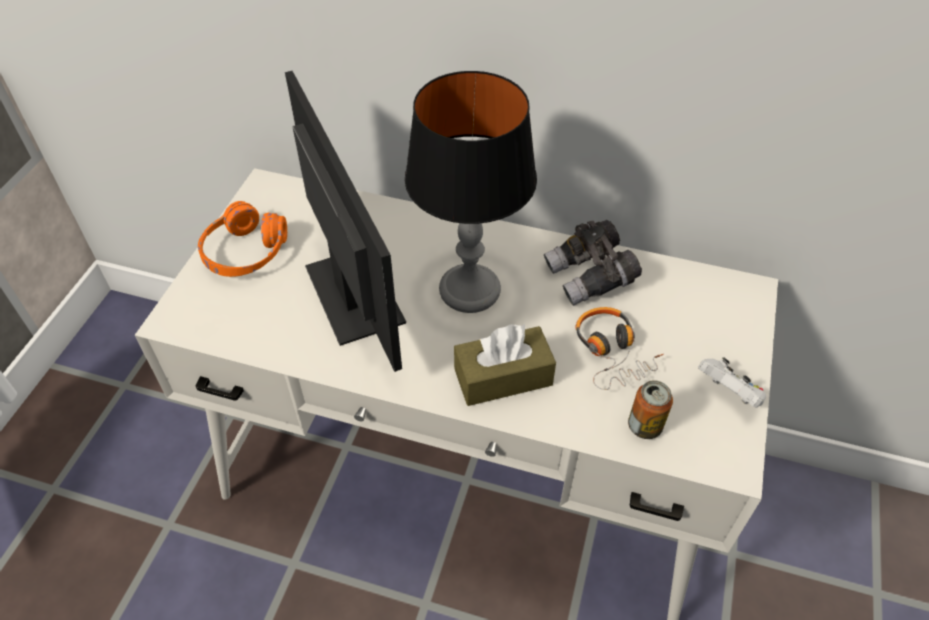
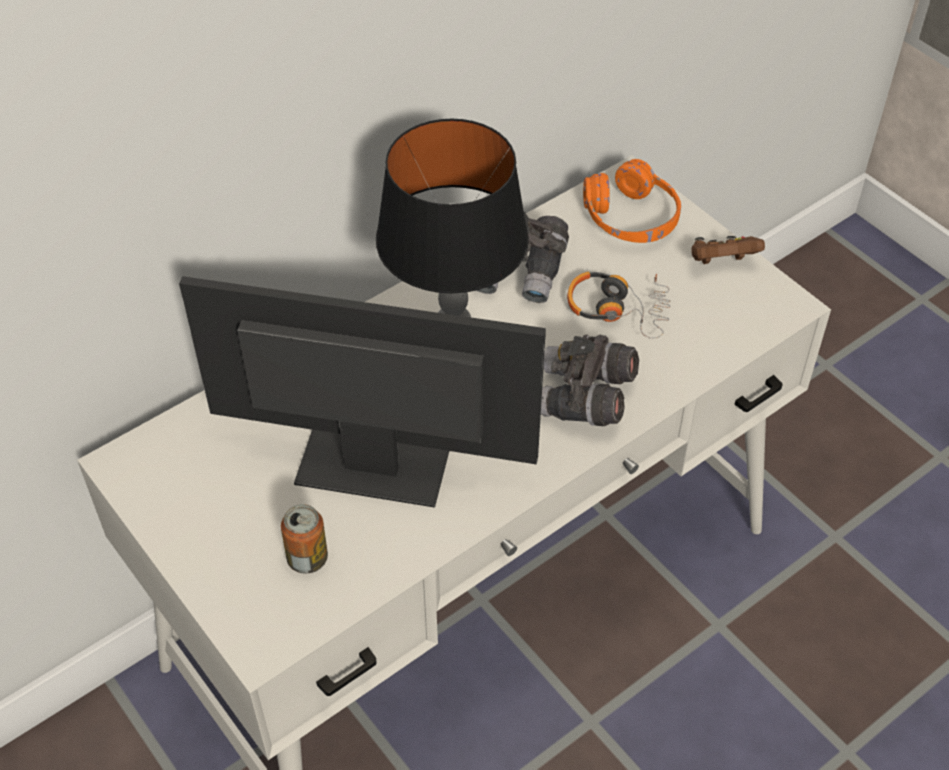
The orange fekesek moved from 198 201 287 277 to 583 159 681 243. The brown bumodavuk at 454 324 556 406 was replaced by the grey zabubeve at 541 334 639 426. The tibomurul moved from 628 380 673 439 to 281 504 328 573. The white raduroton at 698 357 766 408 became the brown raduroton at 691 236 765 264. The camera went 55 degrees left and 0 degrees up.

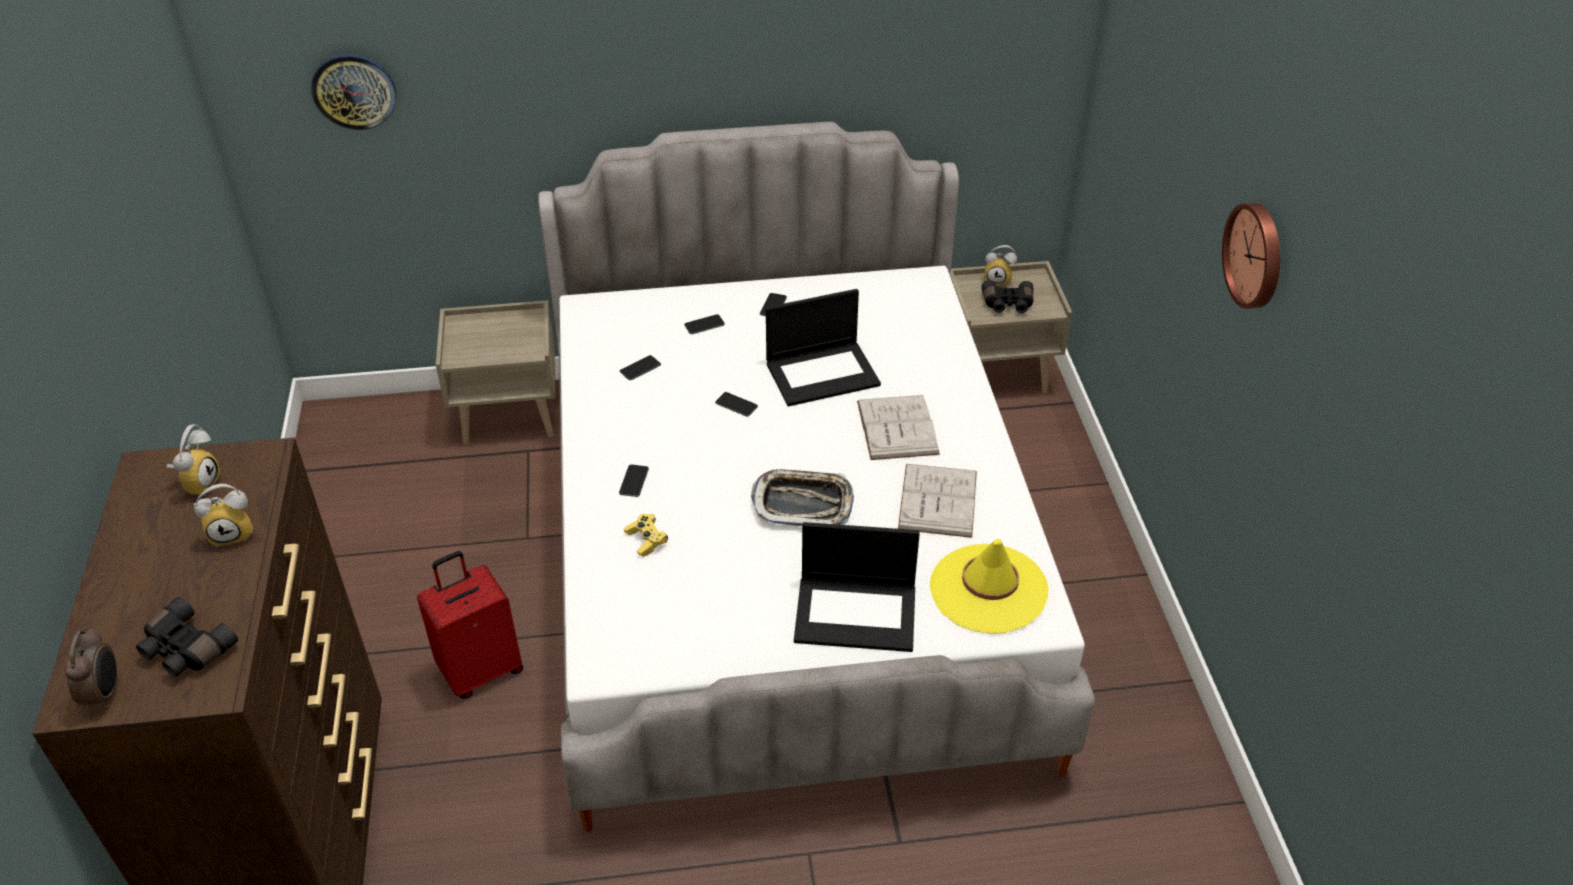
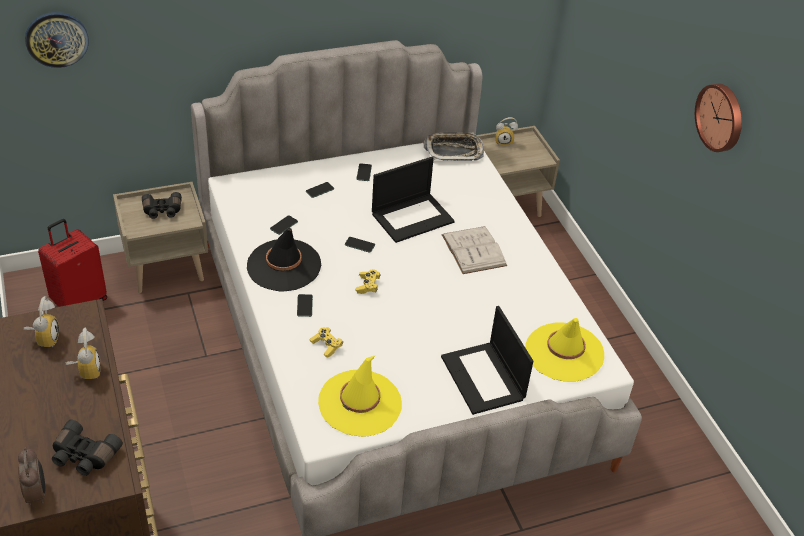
The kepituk at 194 484 254 548 turned 75 degrees counterclockwise. The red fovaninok moved from 417 551 523 699 to 38 219 107 307. The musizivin moved from 751 469 854 526 to 423 133 484 161. The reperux at 794 522 920 652 turned 75 degrees clockwise. The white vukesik at 898 464 977 538 disappeared. The black zabubeve moved from 981 280 1033 313 to 142 192 182 219. The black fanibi at 247 228 321 292 appeared. The yellow fanibi at 318 355 402 437 appeared. The yellow raduroton at 355 269 381 294 appeared. The camera went 15 degrees left and 0 degrees up.

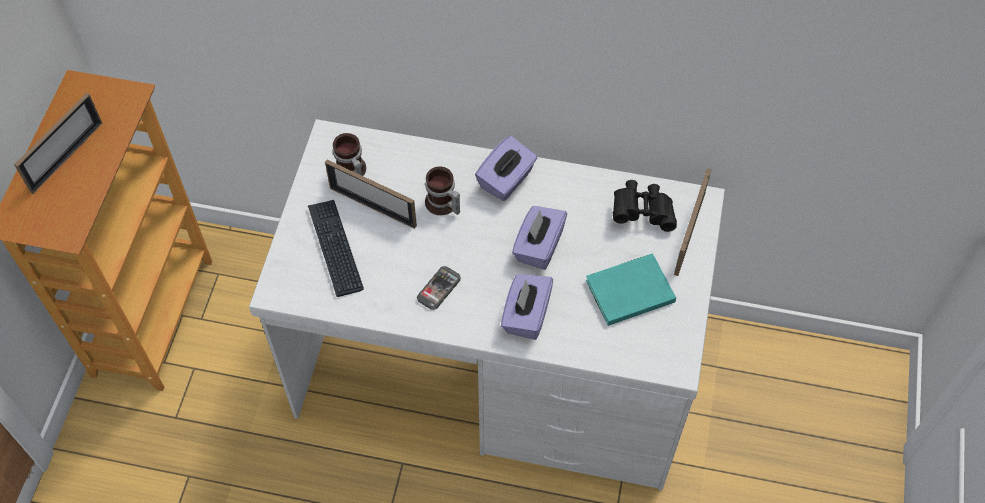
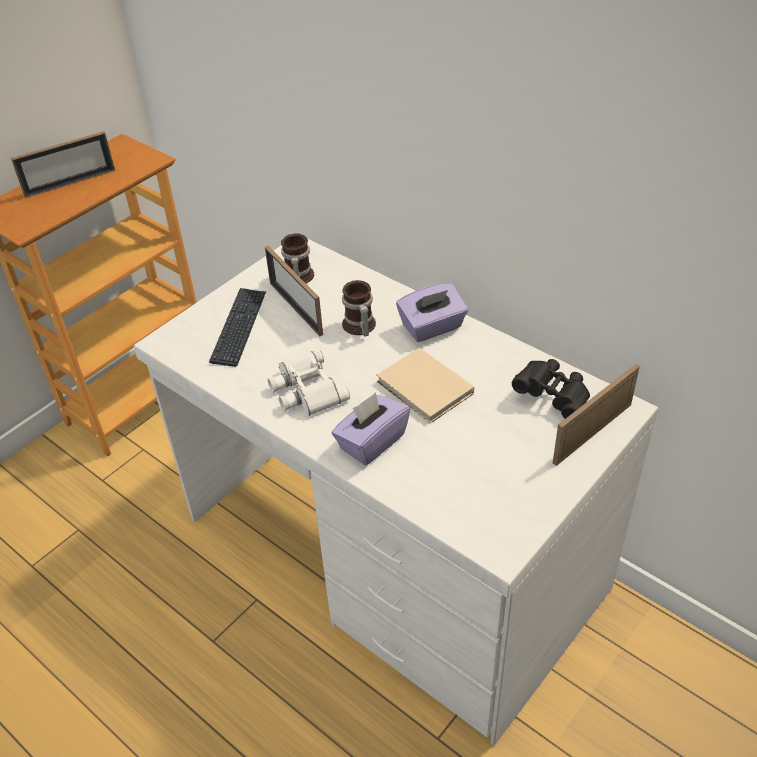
The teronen at 417 266 461 310 was replaced by the white zabubeve at 268 350 350 416. The purple bumodavuk at 512 206 567 270 was replaced by the beige vukesik at 376 348 474 424. The turquoise vukesik at 586 253 676 326 disappeared. The camera went 30 degrees right and 15 degrees down.

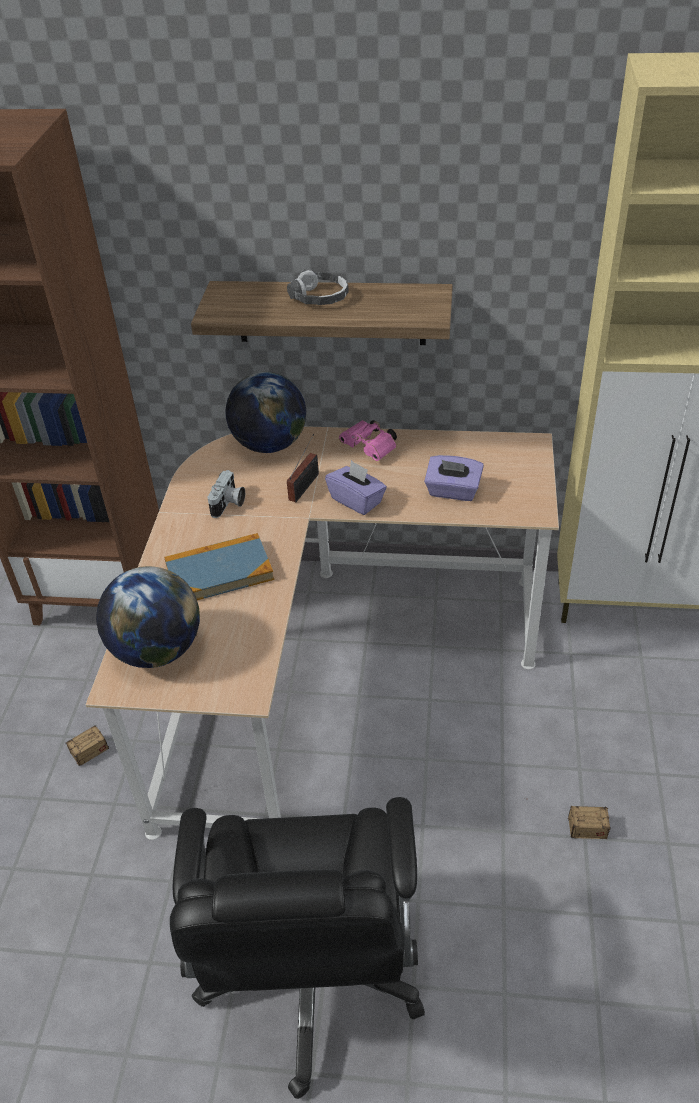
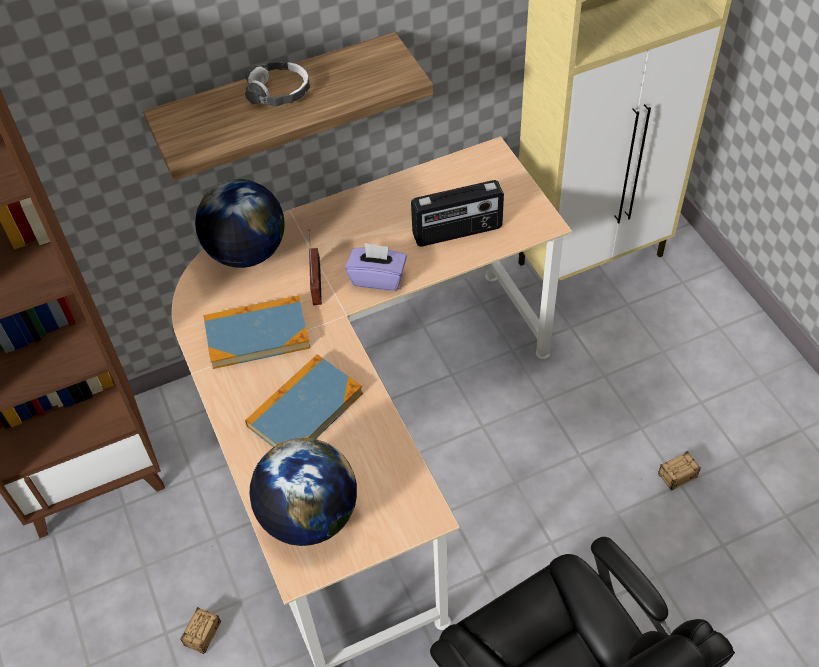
The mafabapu at 208 470 245 518 was replaced by the vukesik at 203 295 310 369. The pink zabubeve at 339 420 397 461 disappeared. The purple bumodavuk at 424 455 484 501 was replaced by the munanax at 411 180 504 247. The camera went 30 degrees left and 10 degrees up.

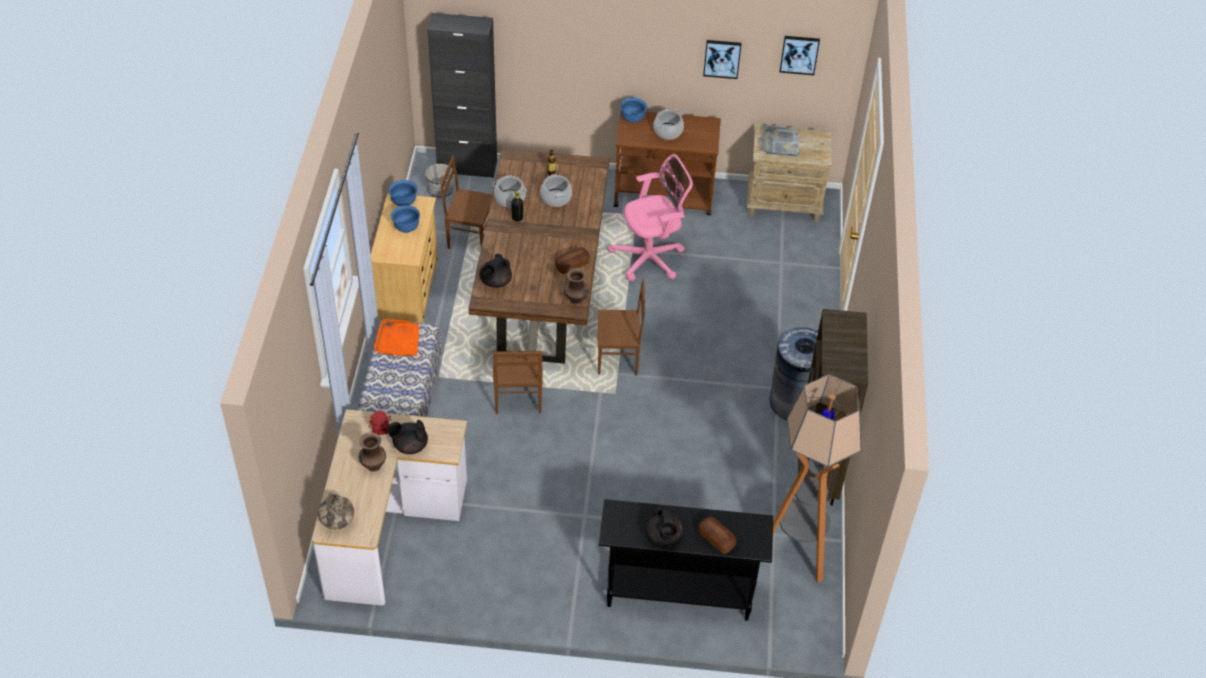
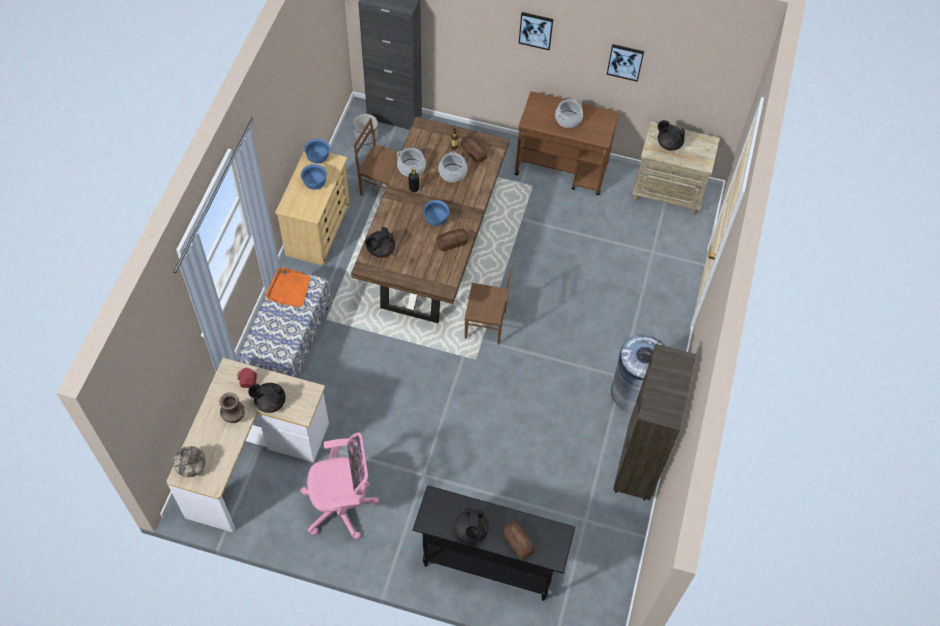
The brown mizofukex at 493 351 543 414 disappeared. The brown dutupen at 564 268 589 305 disappeared. The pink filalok moved from 607 154 693 281 to 300 432 379 539. The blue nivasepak moved from 620 97 647 123 to 423 200 449 226. The grey musizivin at 760 125 799 156 was replaced by the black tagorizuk at 658 120 685 151. The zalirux at 773 374 862 583 disappeared. The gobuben moved from 780 36 820 75 to 519 12 553 50. The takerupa at 461 136 488 163 appeared. The camera went 10 degrees right and 10 degrees up.

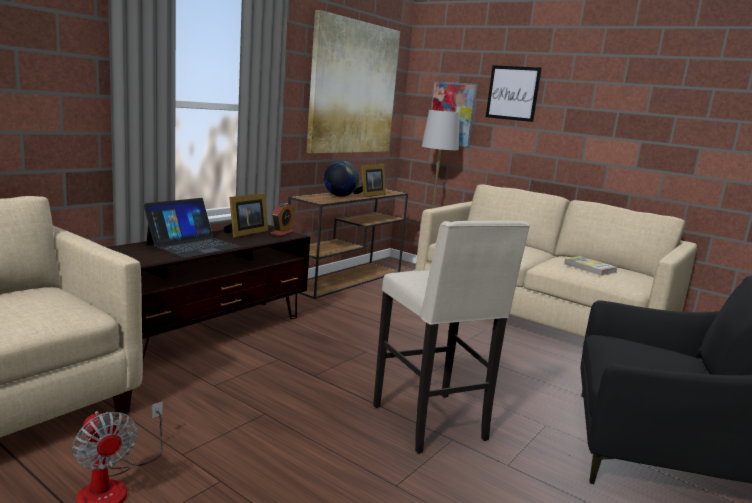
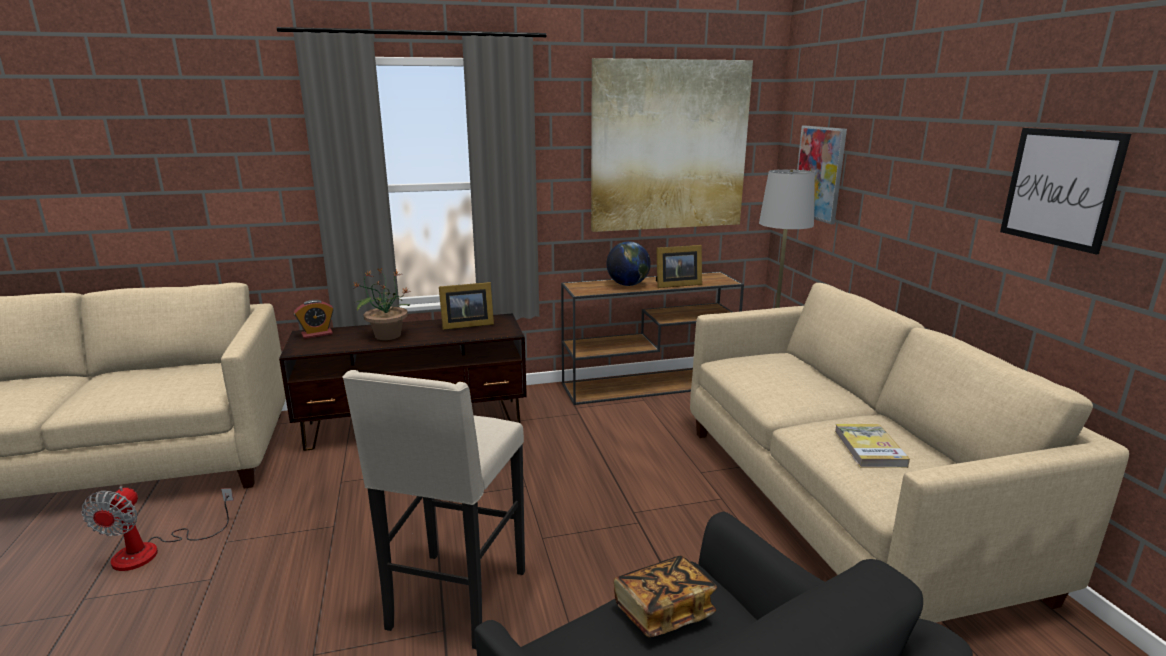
The reperux at 143 198 241 258 was replaced by the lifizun at 353 267 411 340. The kepituk moved from 270 203 294 237 to 294 300 334 339. The gobuben moved from 486 65 542 122 to 1000 128 1131 254. The vukesik at 614 555 717 637 appeared. The camera went 40 degrees right and 5 degrees up.

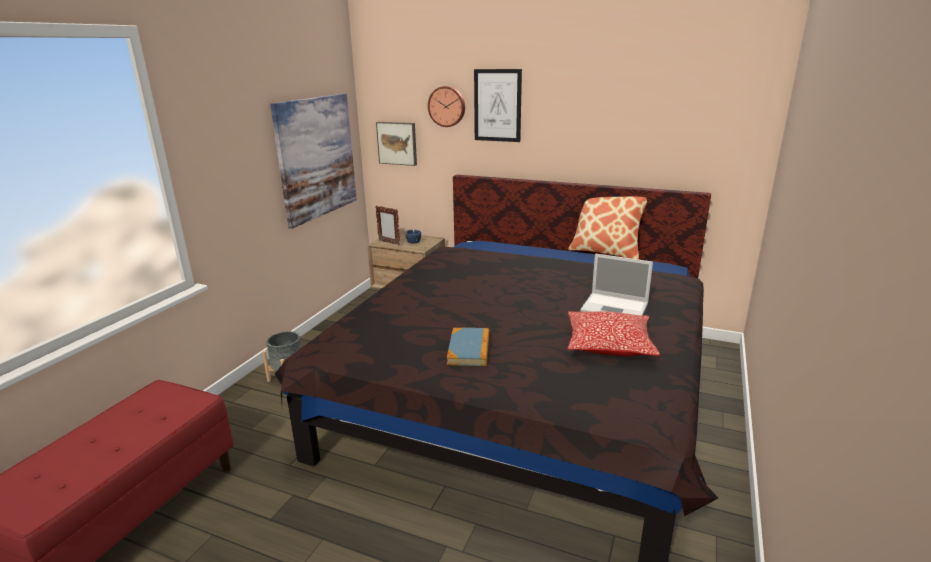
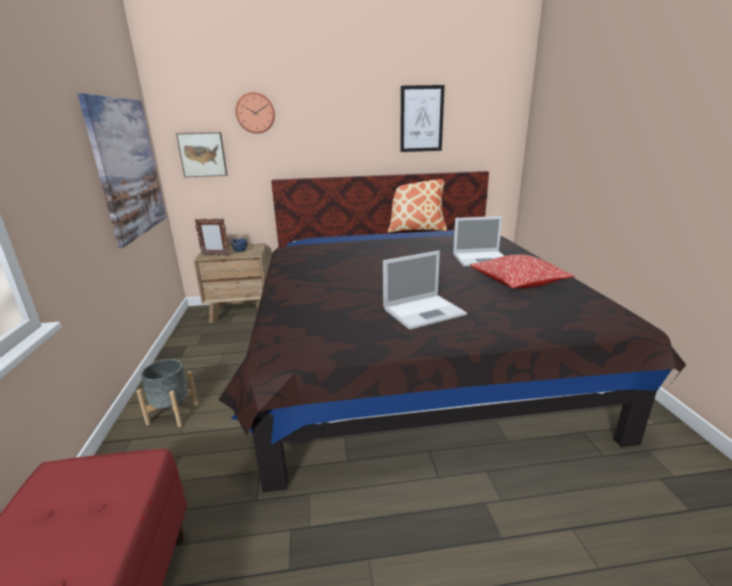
The vukesik at 447 328 489 366 was replaced by the reperux at 383 251 467 330. The gobuben moved from 474 69 522 142 to 400 85 445 152. The camera went 30 degrees left and 0 degrees up.

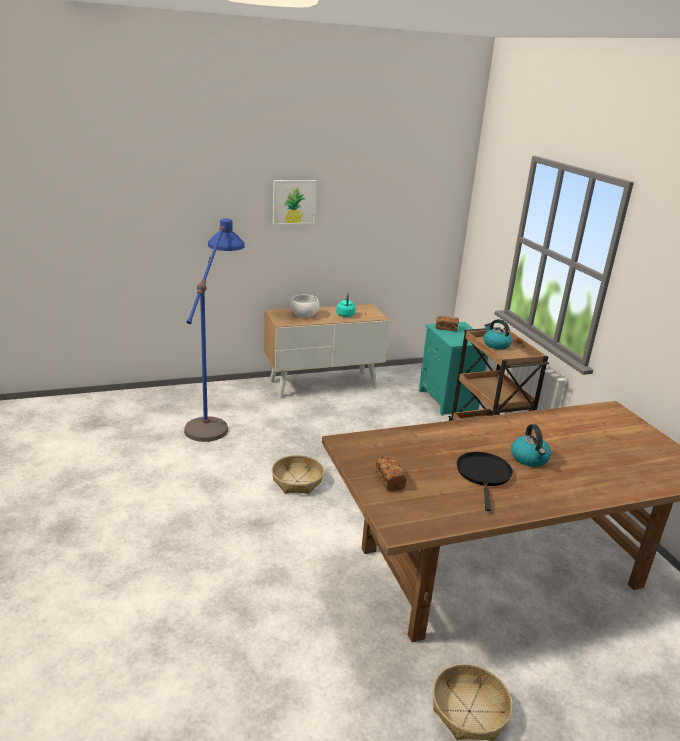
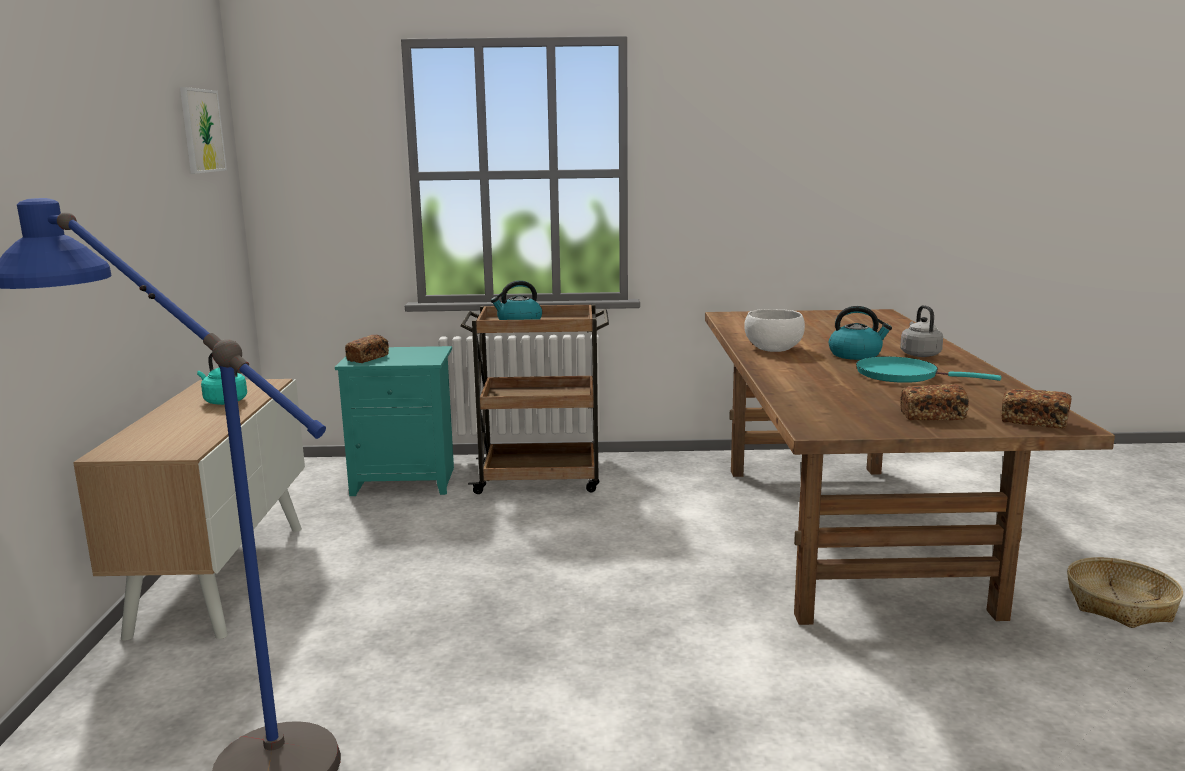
The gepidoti at 272 455 324 494 disappeared. The gobuben moved from 273 180 317 225 to 180 87 227 174. The white nivasepak moved from 290 295 320 318 to 744 309 805 352. The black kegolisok at 457 452 513 511 became the turquoise kegolisok at 856 357 1001 383. The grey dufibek at 900 305 943 357 appeared. The takerupa at 1002 389 1072 428 appeared. The camera went 70 degrees left and 10 degrees down.

